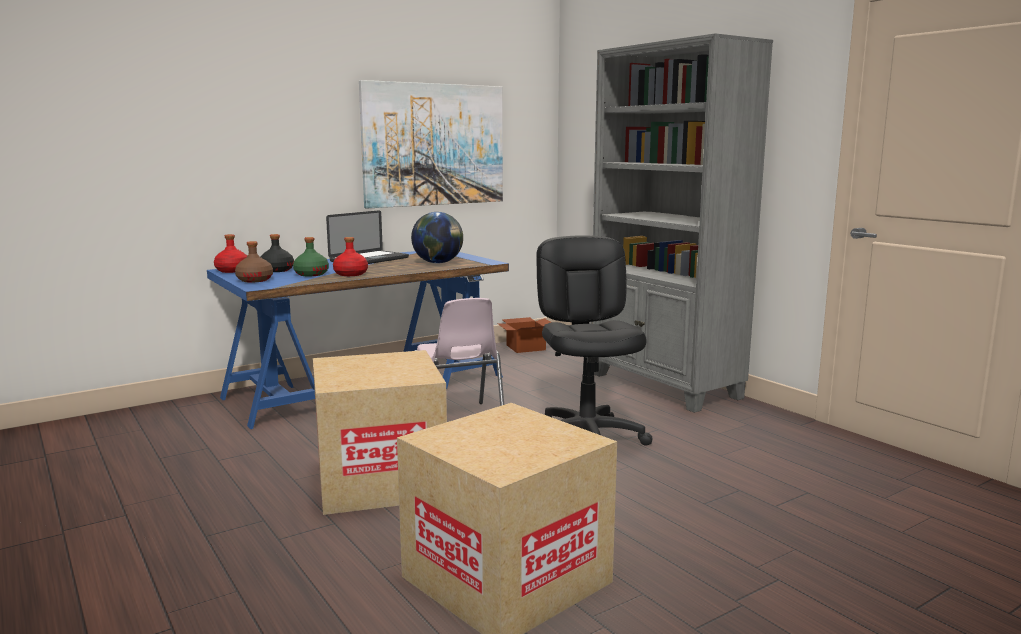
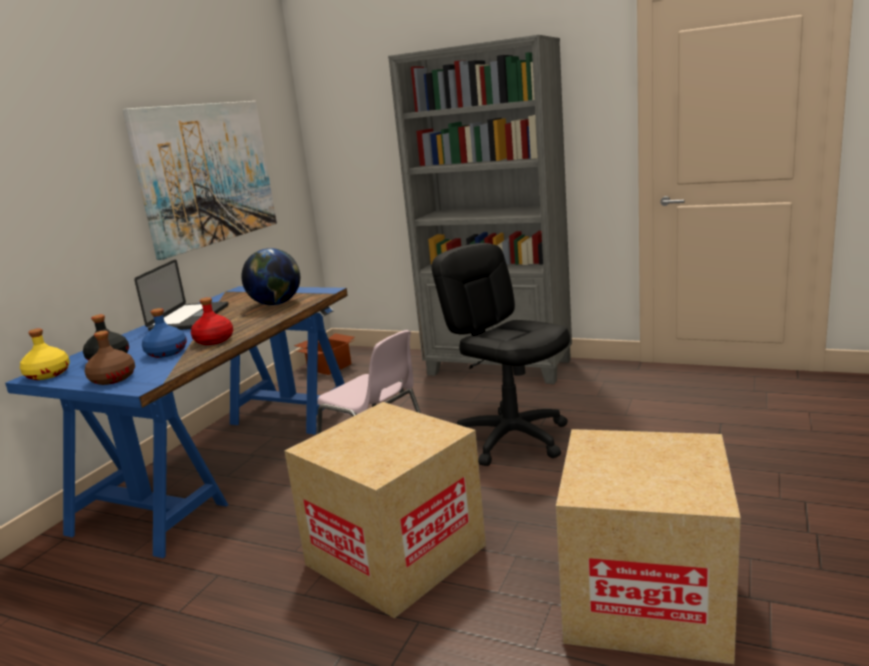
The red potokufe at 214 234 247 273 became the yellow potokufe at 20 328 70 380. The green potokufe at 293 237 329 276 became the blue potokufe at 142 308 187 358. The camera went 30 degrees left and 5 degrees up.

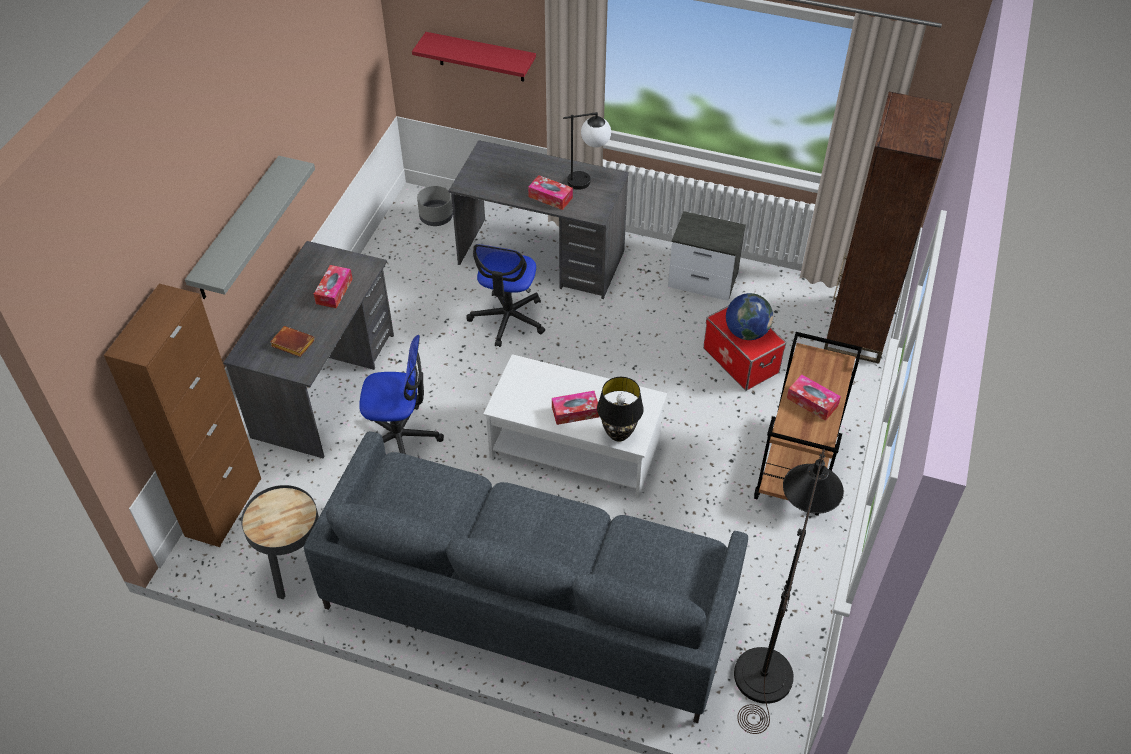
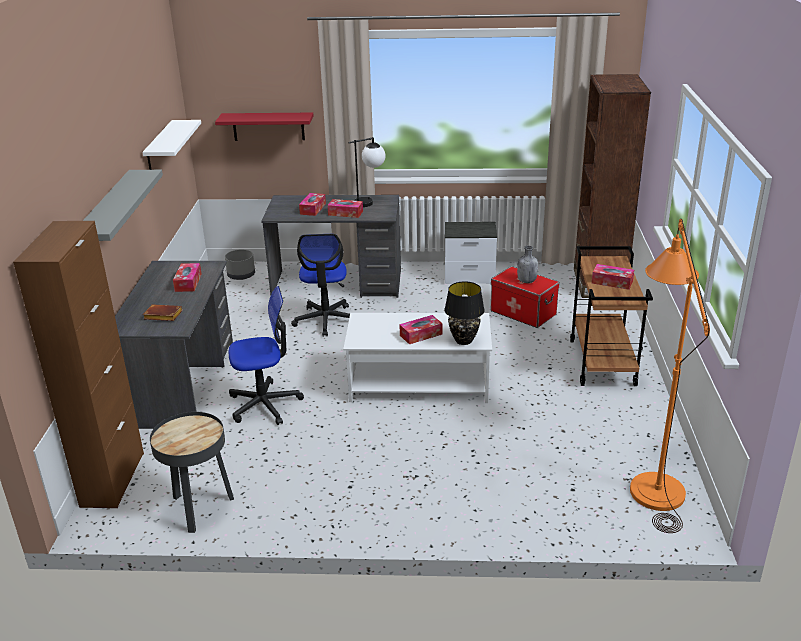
The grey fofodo at 304 431 748 723 disappeared. The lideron at 726 293 773 340 was replaced by the grey potokufe at 517 246 538 283. The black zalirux at 734 449 844 734 became the orange zalirux at 630 219 710 533. The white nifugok at 142 120 201 170 appeared. The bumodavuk at 299 193 326 216 appeared. The camera went 15 degrees left and 20 degrees down.

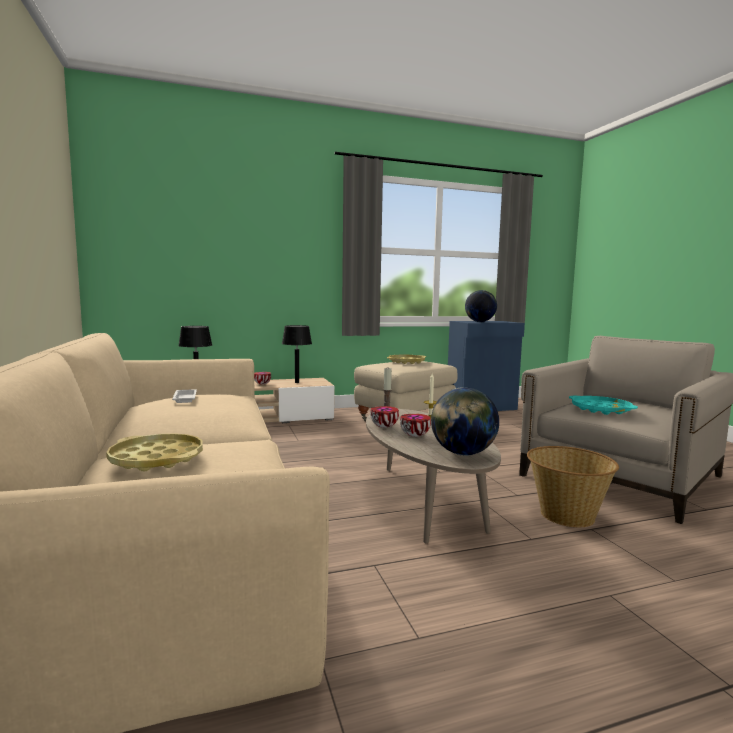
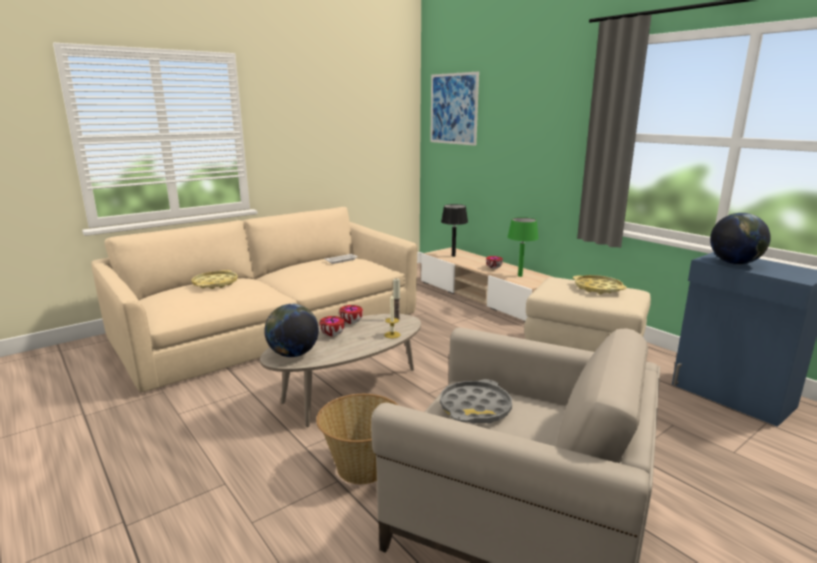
The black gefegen at 282 325 312 383 became the green gefegen at 507 217 539 277. The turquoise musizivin at 569 396 638 415 became the grey musizivin at 440 379 512 423. The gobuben at 430 72 479 146 appeared. The camera went 70 degrees right and 10 degrees up.

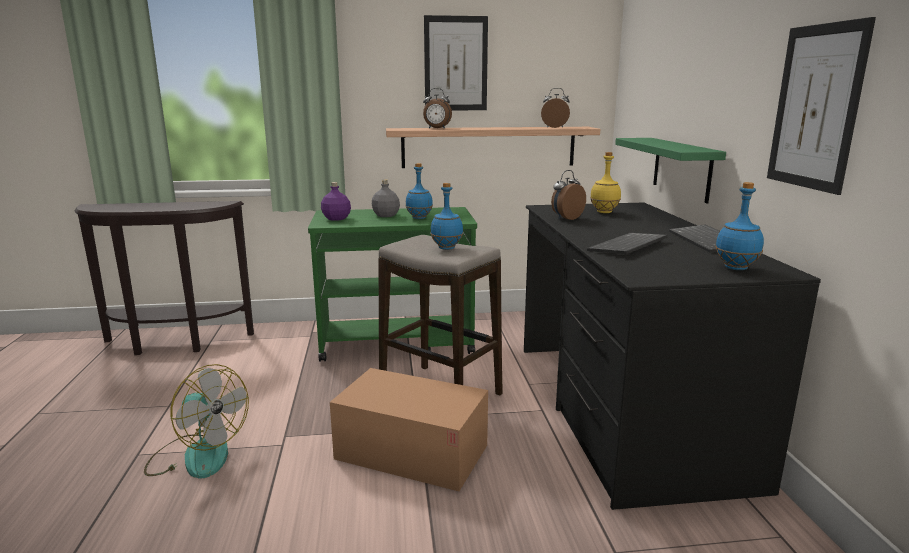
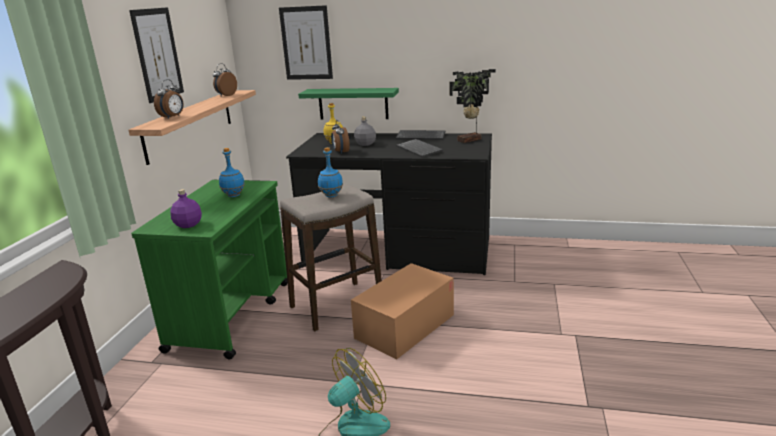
The grey potokufe moved from 372 180 400 217 to 354 117 376 146. The blue potokufe at 715 182 764 270 was replaced by the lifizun at 449 69 496 143. The gobuben moved from 767 17 876 195 to 279 5 333 80. The camera went 70 degrees left and 5 degrees up.

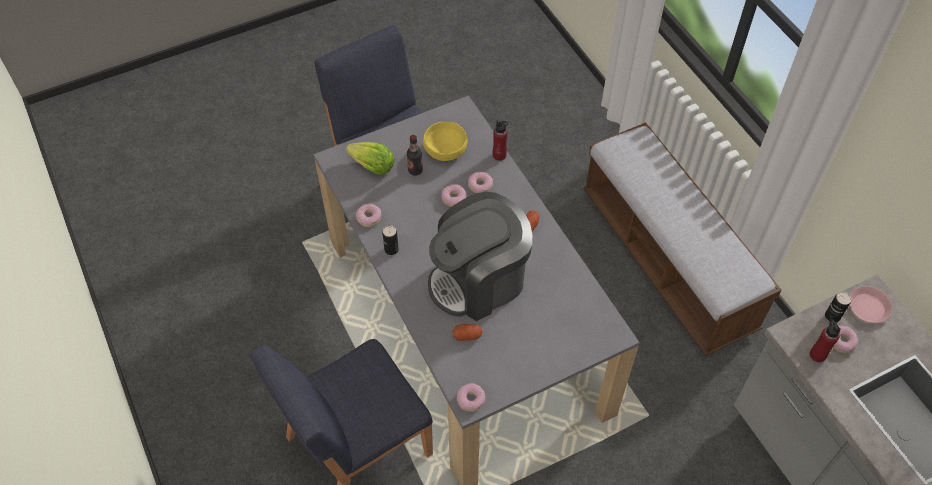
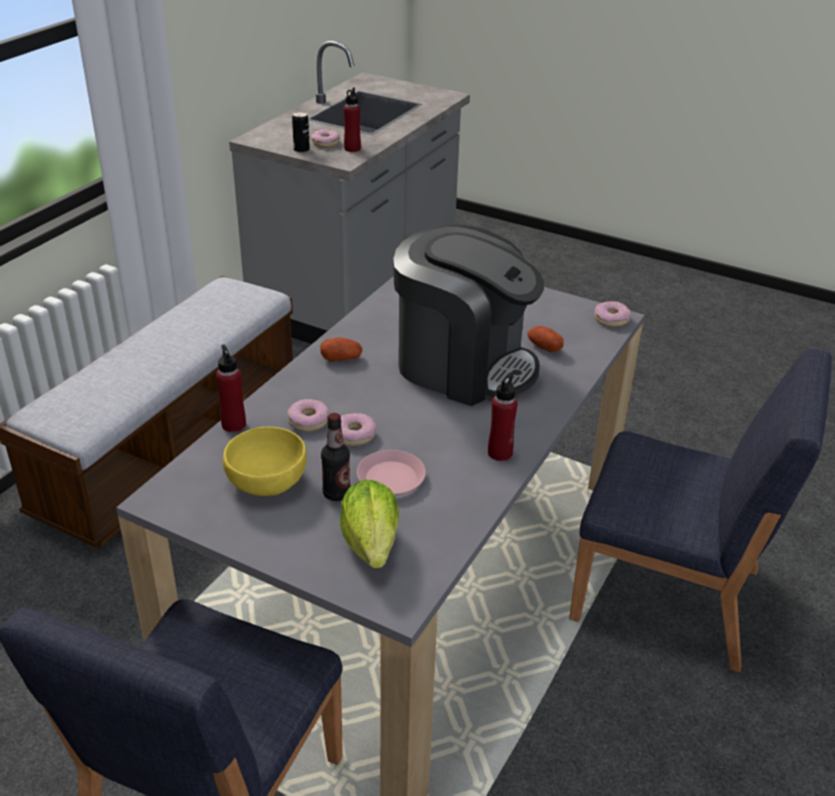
The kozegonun at 356 203 381 227 disappeared. The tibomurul at 382 225 399 255 was replaced by the red potokufe at 488 372 518 461. The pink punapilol moved from 849 286 892 323 to 357 450 426 495. The camera went 125 degrees left and 20 degrees down.

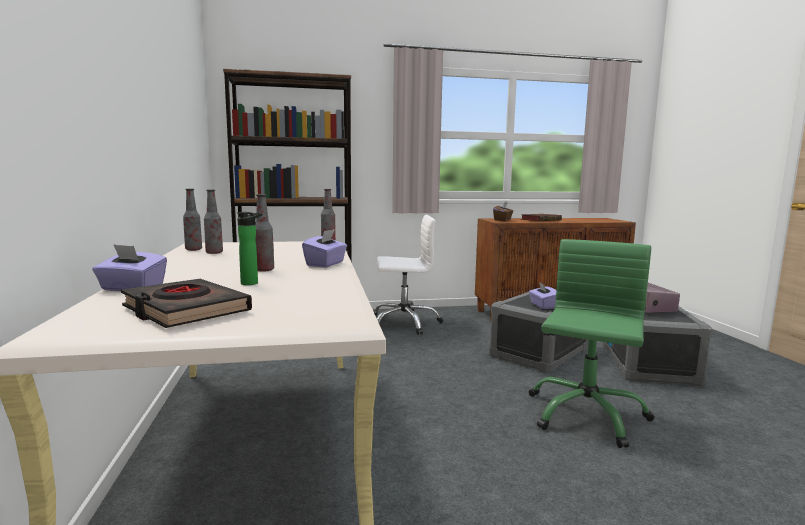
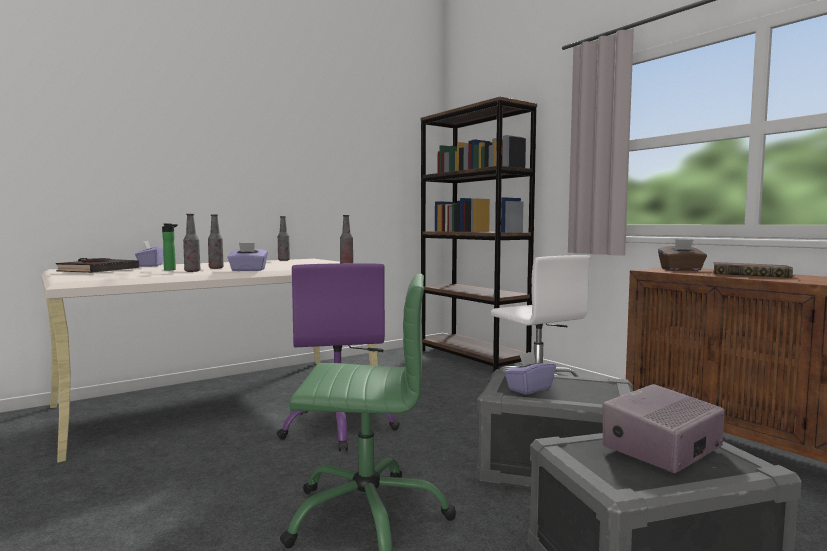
The potokufe moved from 204 189 223 254 to 183 214 200 272. The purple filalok at 277 263 400 451 appeared. The camera went 65 degrees right and 5 degrees down.

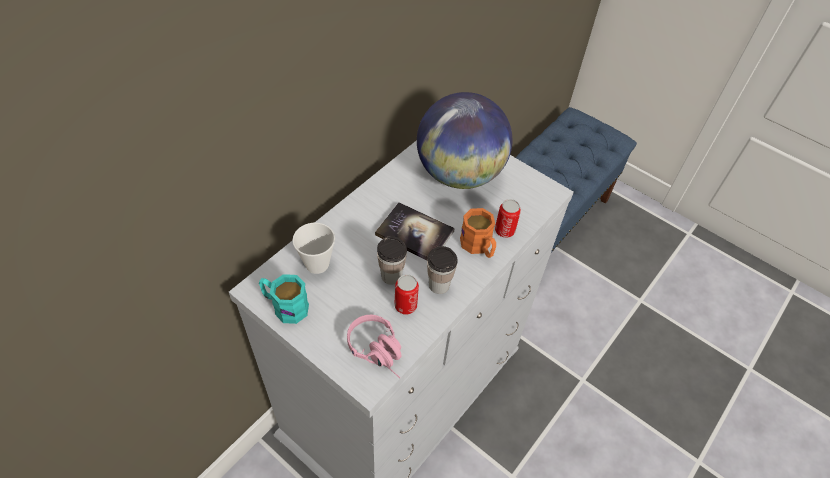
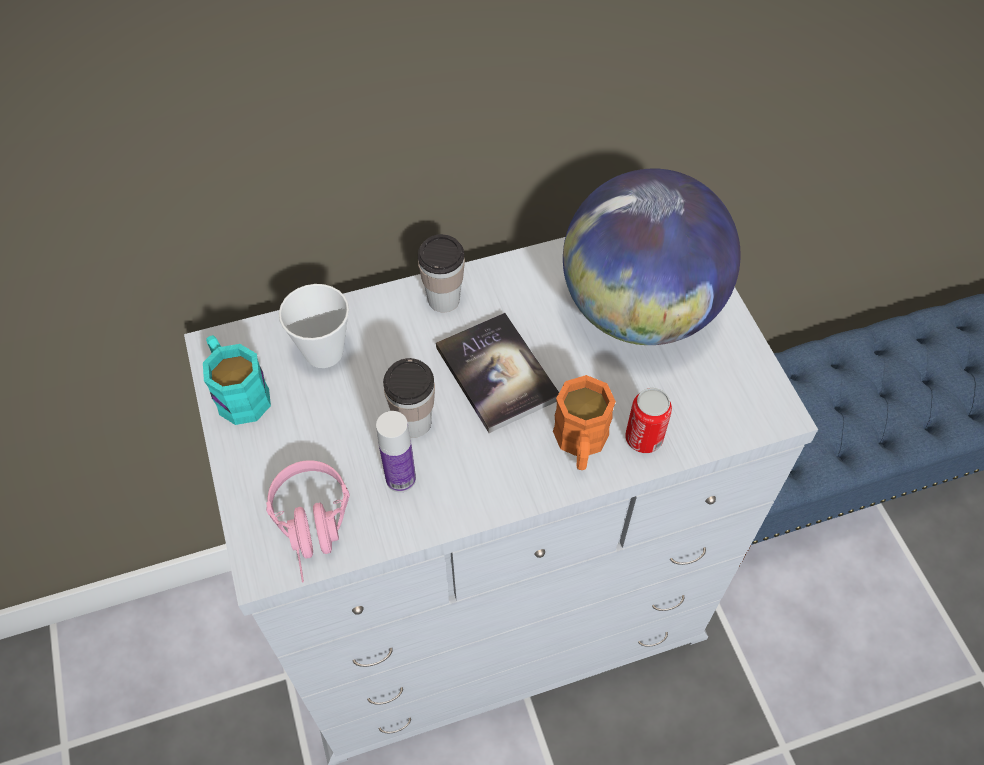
The tibomurul at 394 274 419 315 was replaced by the potokufe at 376 411 416 492. The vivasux moved from 427 246 458 294 to 418 234 465 313. The camera went 35 degrees right and 5 degrees up.

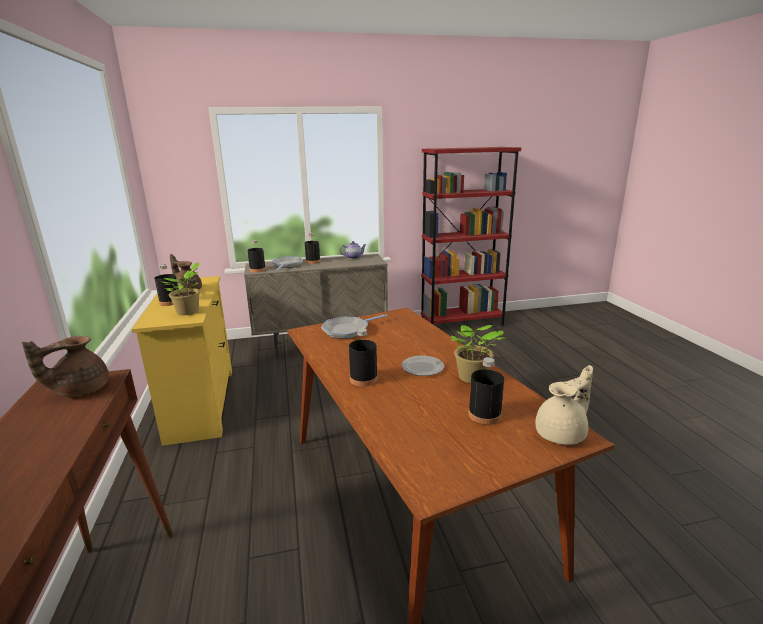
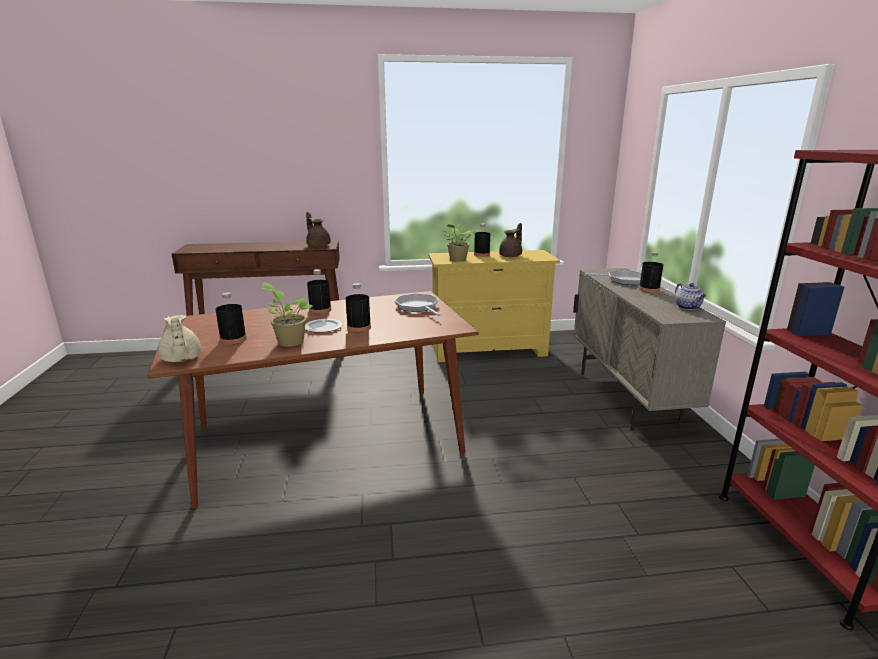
The black potokufe moved from 248 240 266 272 to 346 283 371 332. The camera went 95 degrees right and 0 degrees up.

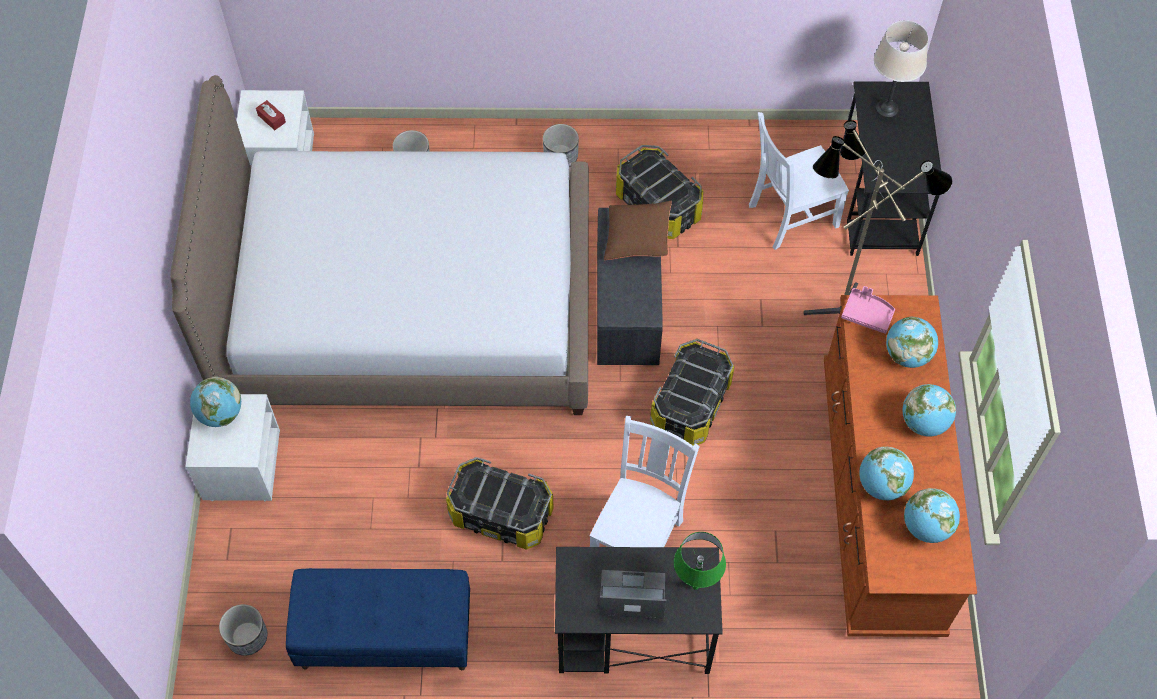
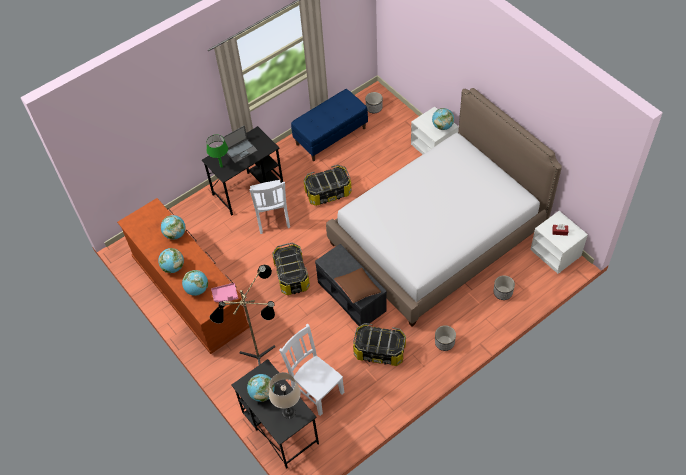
The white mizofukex at 749 112 849 250 turned 75 degrees counterclockwise. The lideron moved from 904 488 960 543 to 247 374 275 402. The camera went 145 degrees right and 5 degrees down.

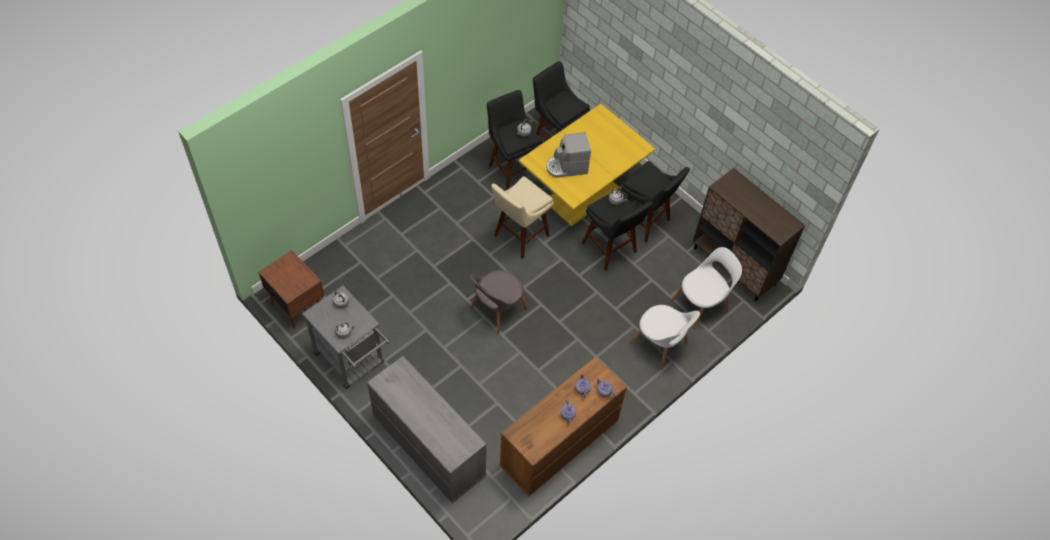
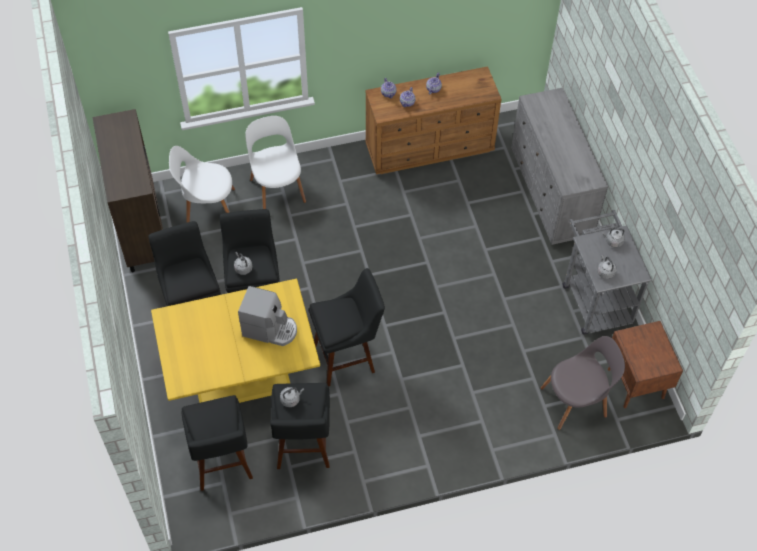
The grey mizofukex moved from 470 270 528 334 to 541 336 625 430. The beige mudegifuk at 491 176 554 259 became the black mudegifuk at 309 268 385 386. The camera went 150 degrees left and 0 degrees up.

